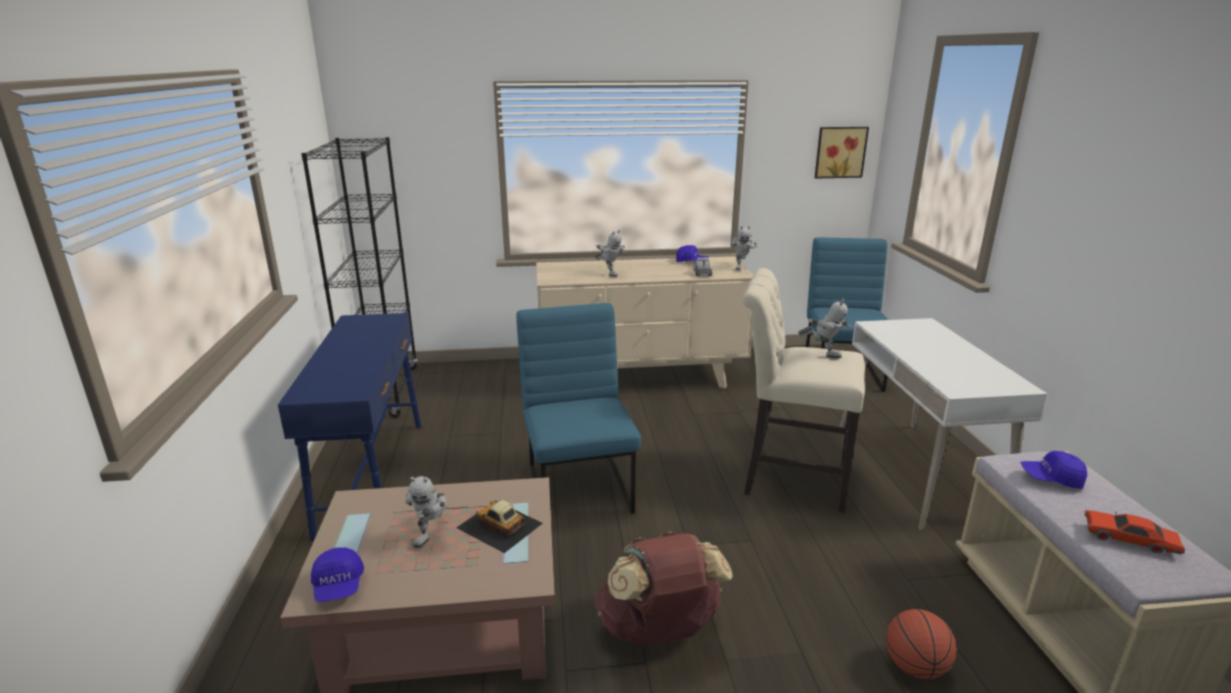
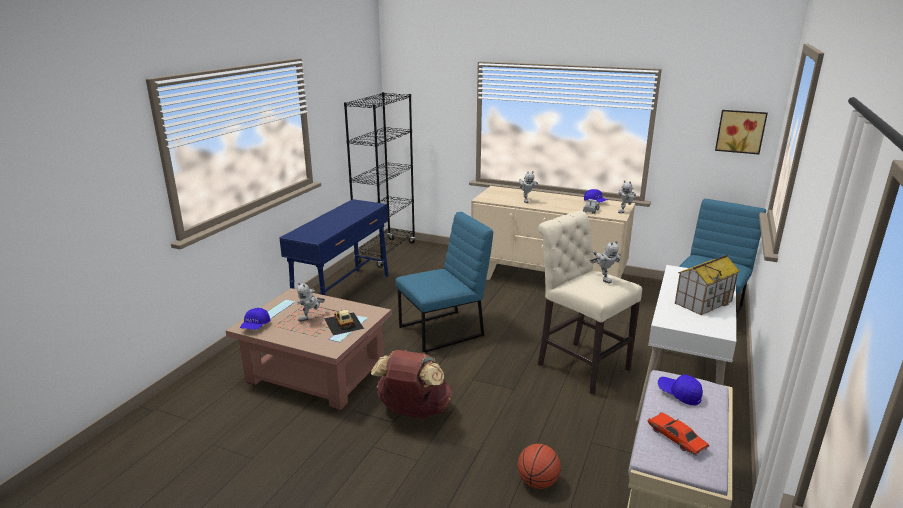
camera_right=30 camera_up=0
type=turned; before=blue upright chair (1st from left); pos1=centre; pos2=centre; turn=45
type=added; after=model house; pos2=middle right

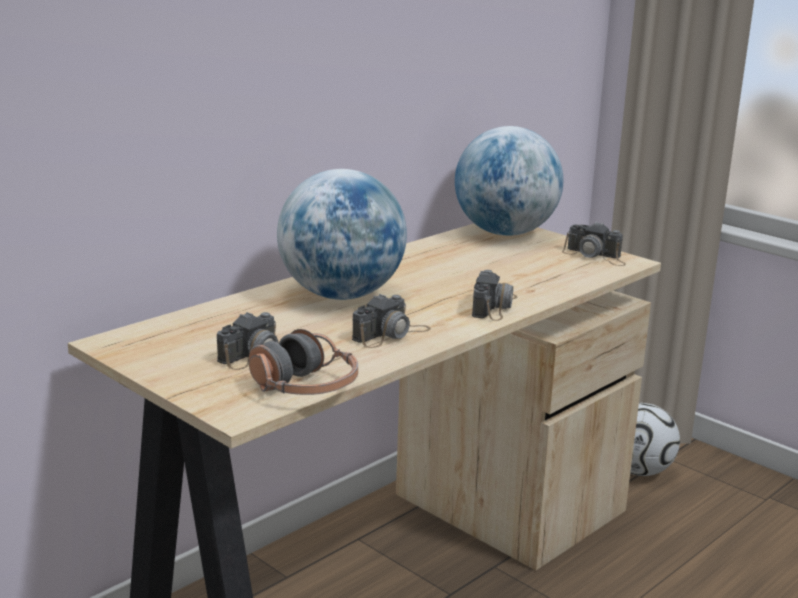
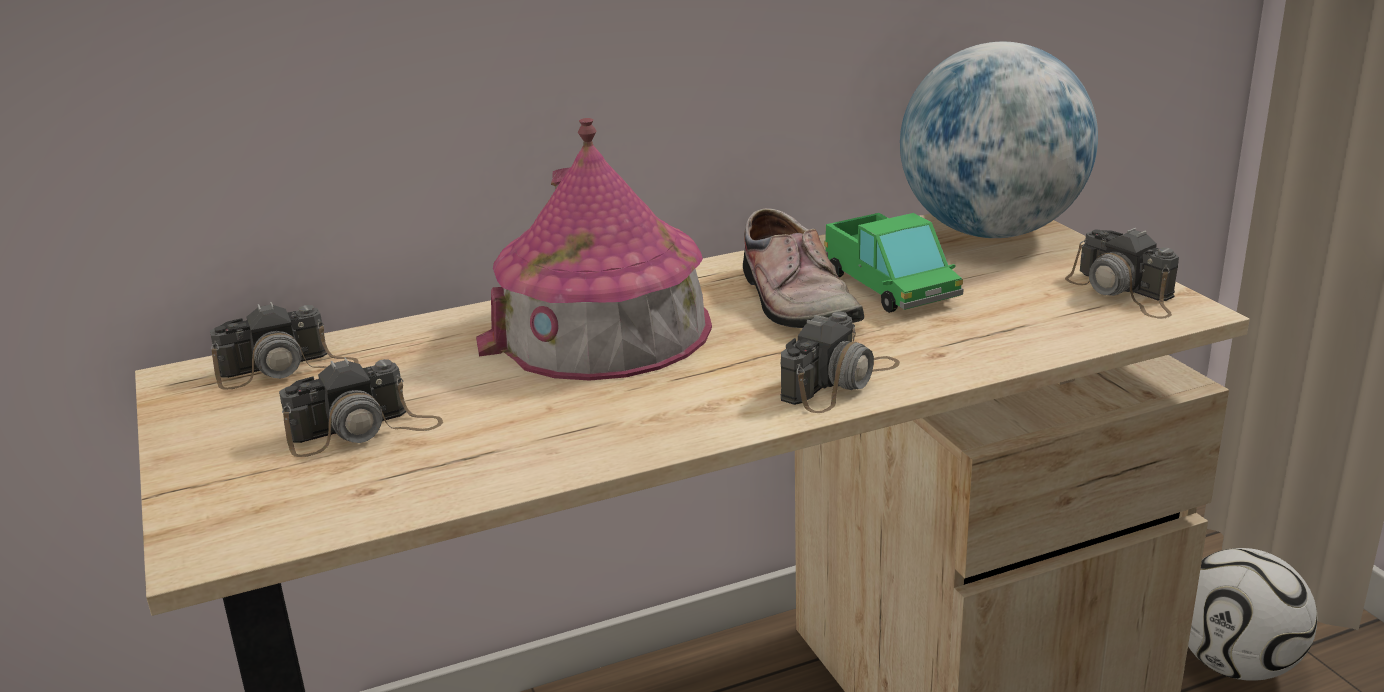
camera_right=25 camera_up=5
type=removed; before=pair of headphones; pos1=centre
type=replaced; before=globe (1st from left); after=model house; pos1=centre; pos2=centre
type=moved; before=photo camera (2nd from left in the first image); after=photo camera (1st from left); pos1=centre; pos2=middle left
type=added; after=low shoe; pos2=centre
type=added; after=toy lorry; pos2=centre

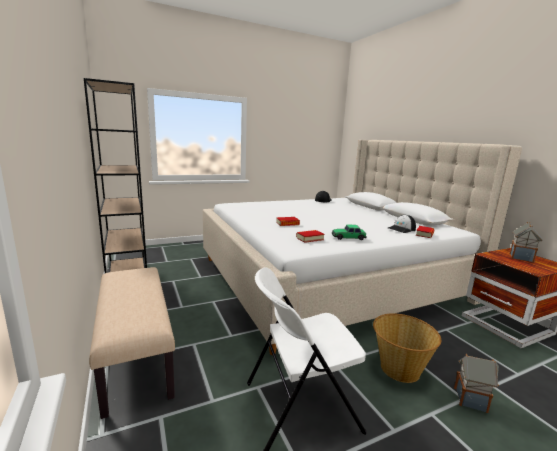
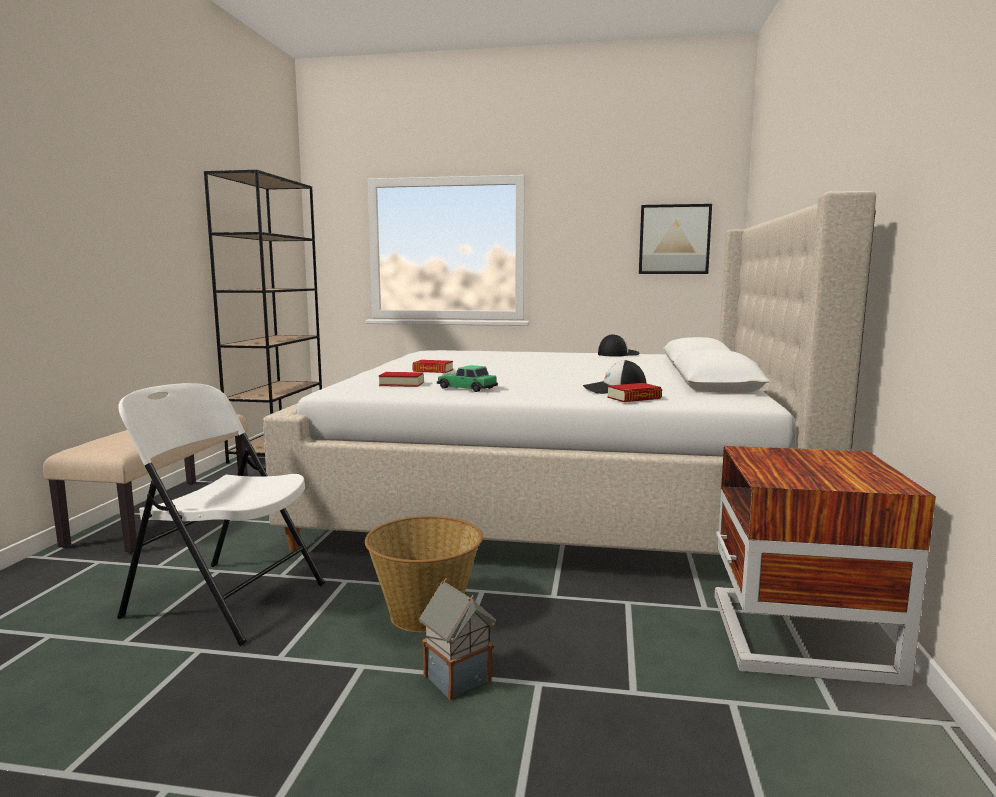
camera_right=35 camera_up=-5
type=removed; before=model house (2nd from left); pos1=middle right
type=added; after=wall picture; pos2=top right

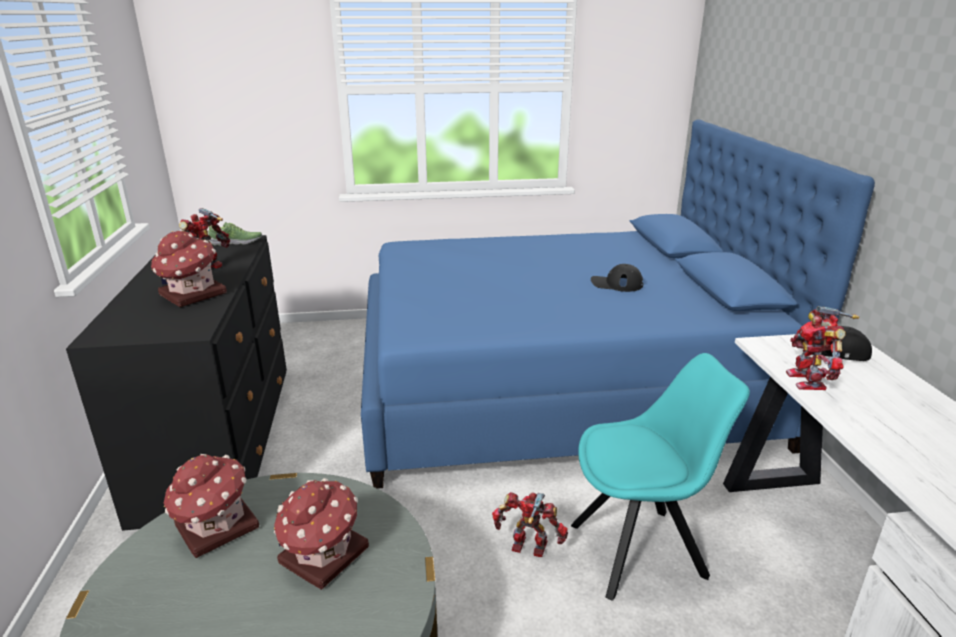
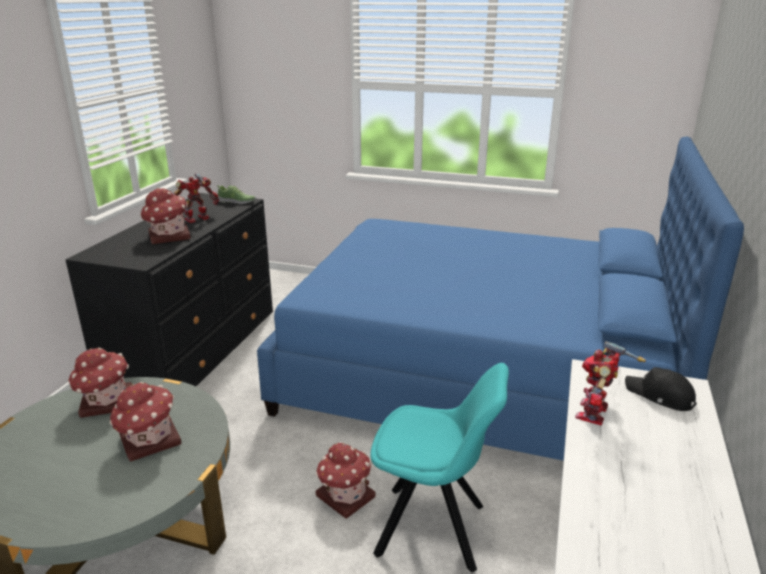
camera_right=25 camera_up=0
type=replaced; before=toy robot (2nd from left); after=model house (4th from left); pos1=bottom centre; pos2=bottom centre
type=removed; before=black-coloured cap (1st from left); pos1=centre

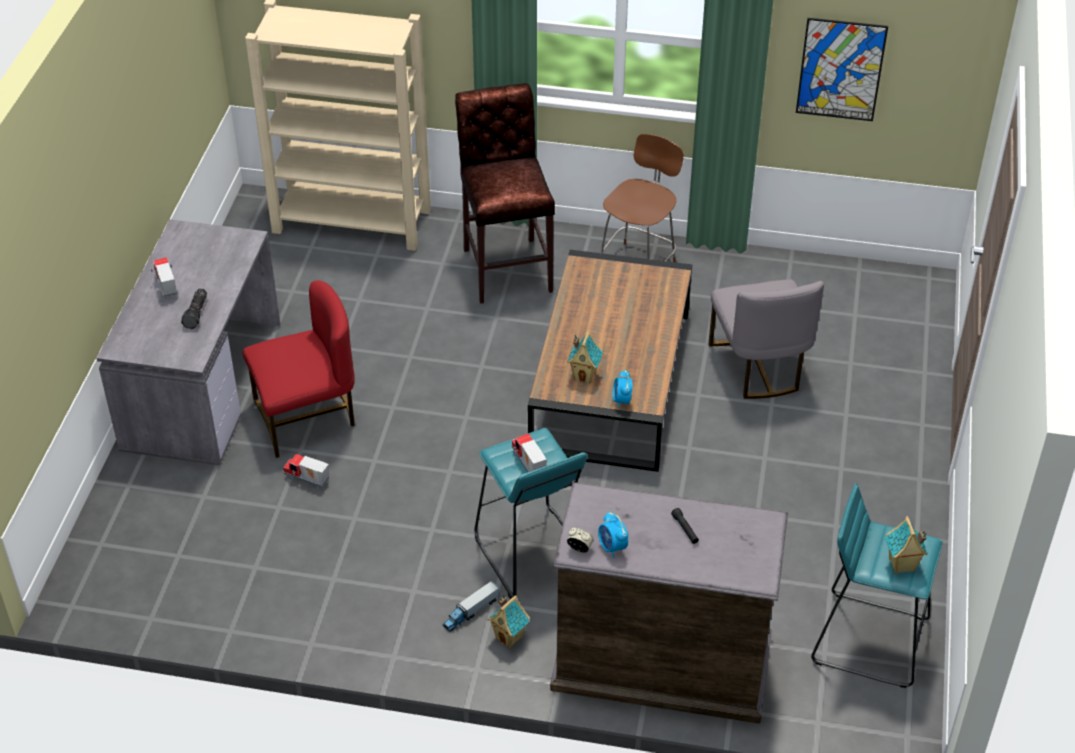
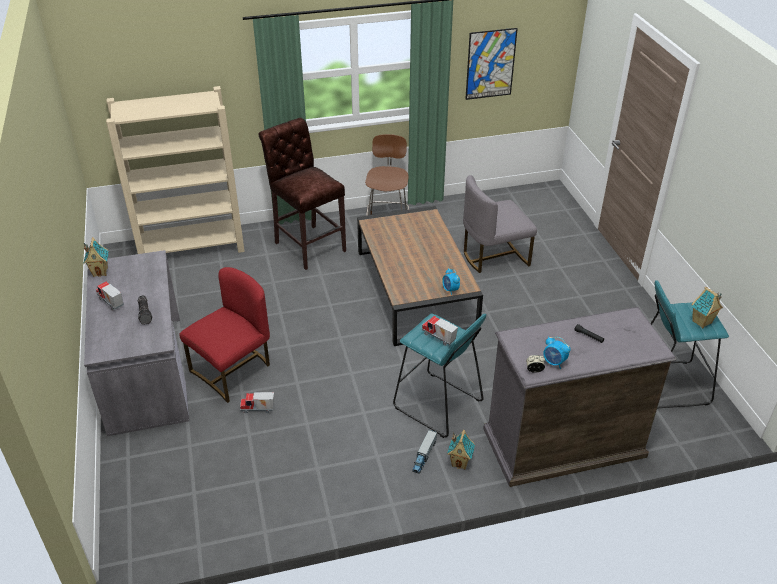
camera_right=-25 camera_up=-5
type=moved; before=model house (2nd from left in the first image); after=model house (1st from left); pos1=centre; pos2=middle left
type=turned; before=grey upright chair; pos1=middle right; pos2=centre; turn=105

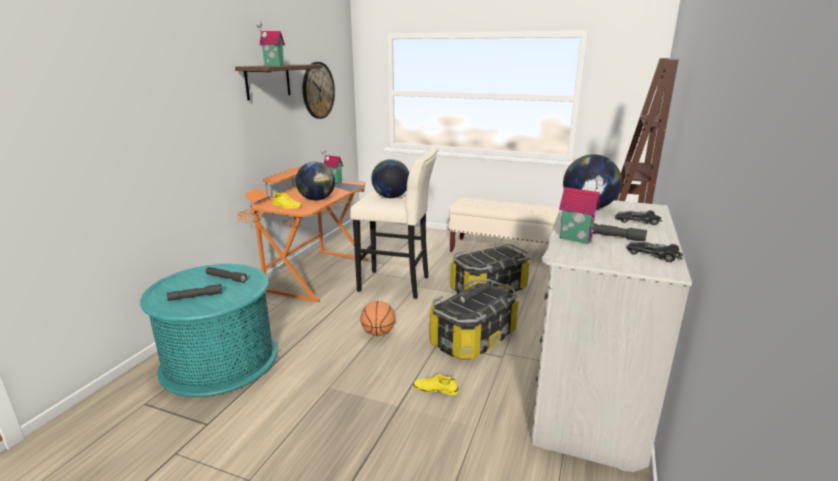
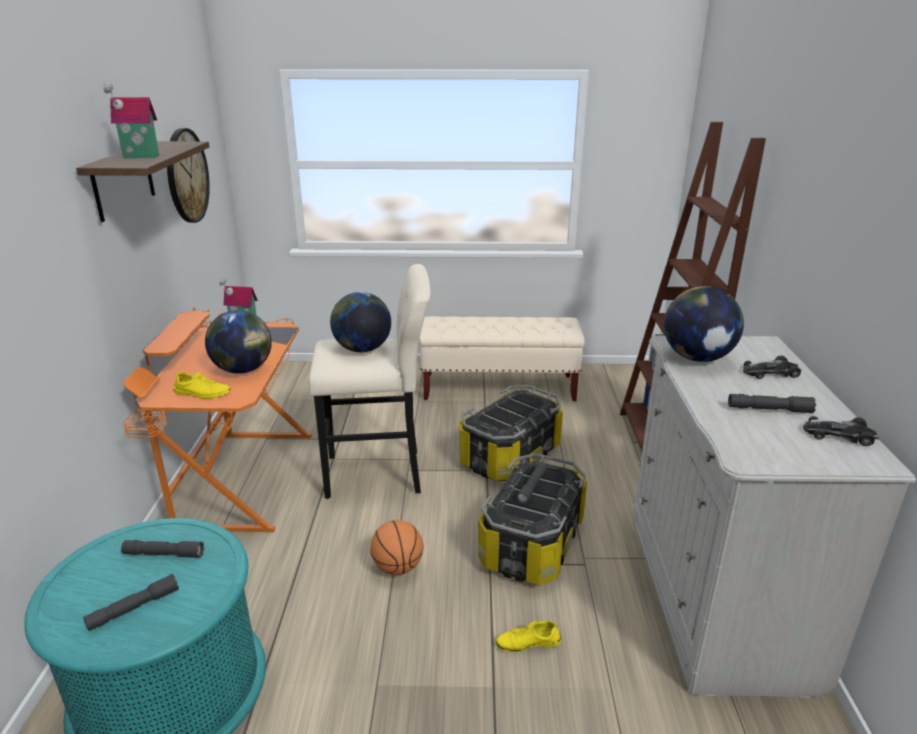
camera_right=-20 camera_up=5
type=removed; before=model house (3rd from left); pos1=middle right

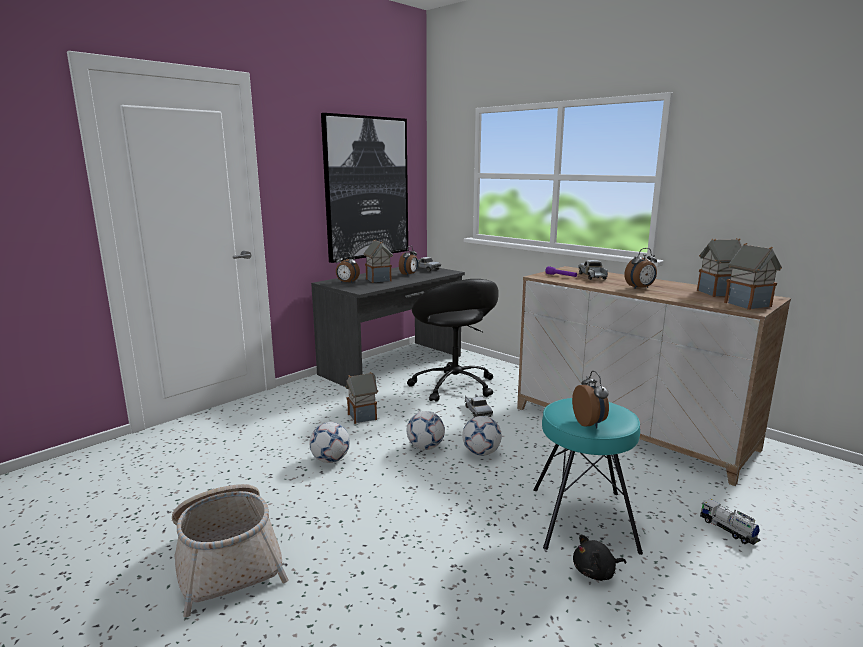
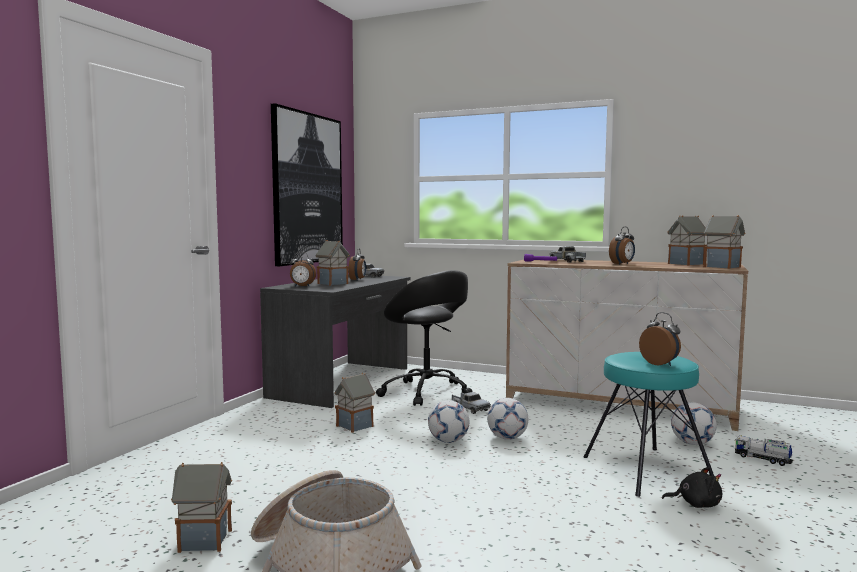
camera_right=-20 camera_up=-10
type=moved; before=football (1st from left in the first image); after=football (3rd from left); pos1=bottom centre; pos2=bottom right
type=turned; before=black-coloured cuddly toy; pos1=bottom right; pos2=bottom right; turn=-135
type=added; after=model house (1st from left); pos2=bottom left

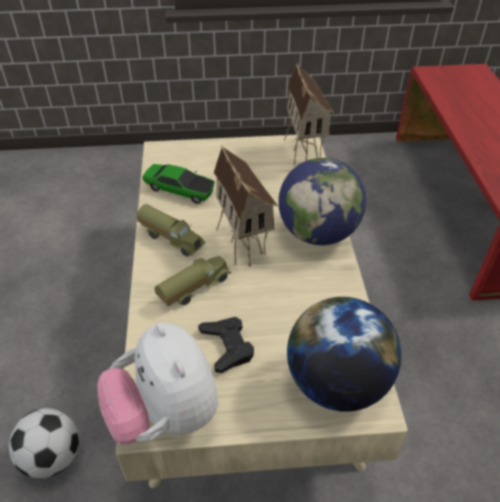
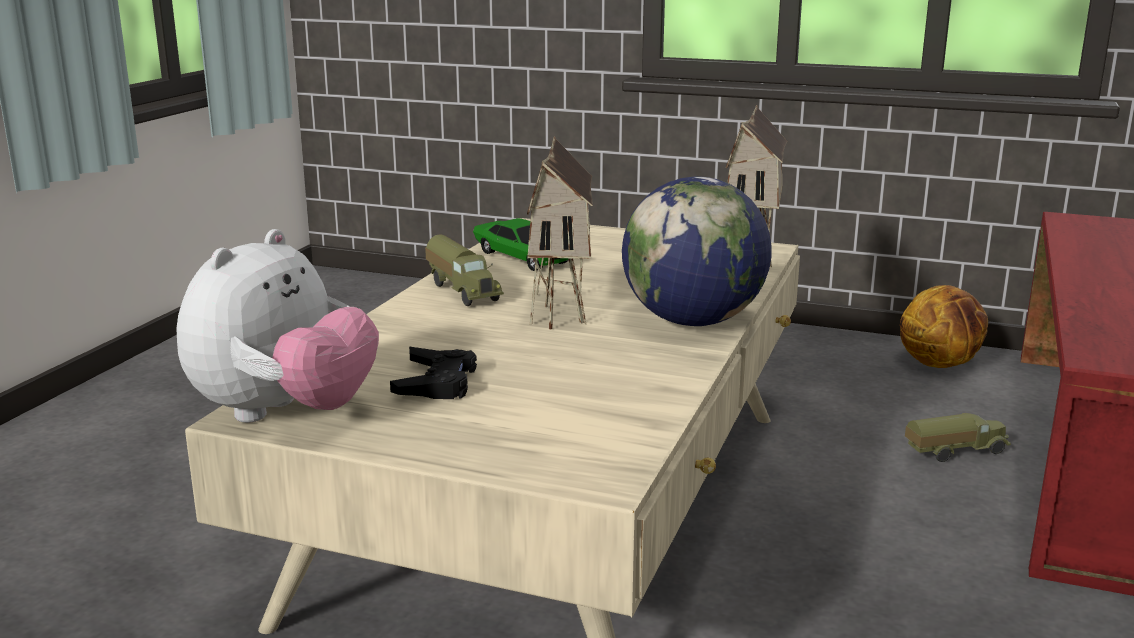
camera_right=25 camera_up=-25
type=removed; before=football; pos1=bottom left
type=turned; before=cuddly toy; pos1=bottom left; pos2=middle left; turn=-150
type=moved; before=toy lorry (2nd from left); pos1=centre; pos2=bottom right
type=removed; before=globe (2nd from left); pos1=bottom right
type=added; after=basketball ball; pos2=middle right

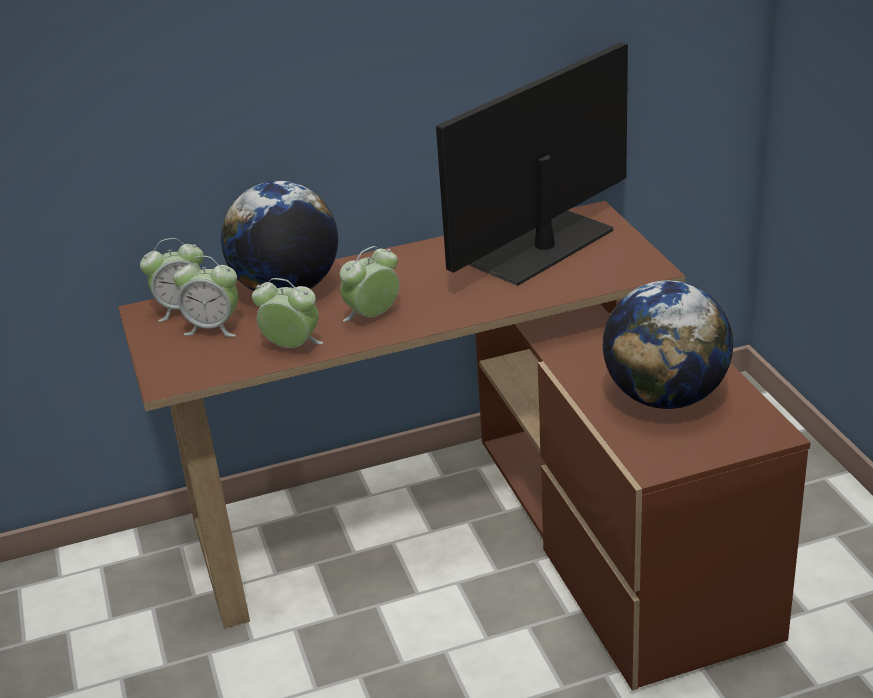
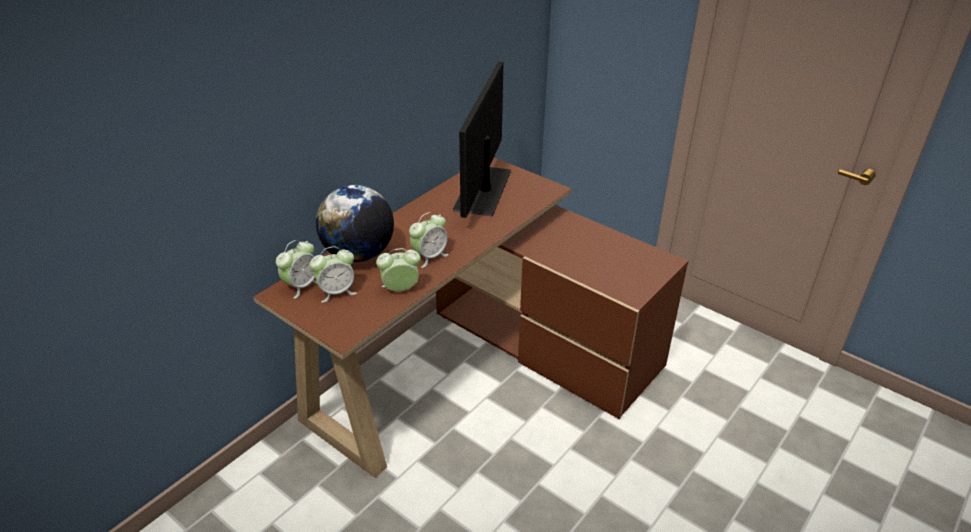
camera_right=-35 camera_up=5
type=turned; before=alarm clock (4th from left); pos1=centre; pos2=centre; turn=-150
type=removed; before=globe (2nd from left); pos1=middle right

